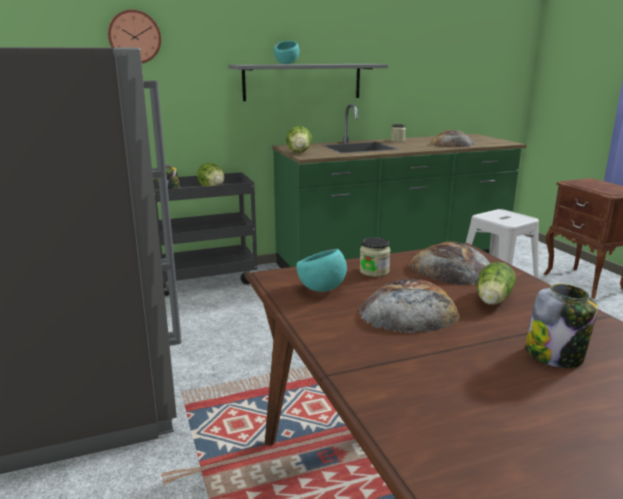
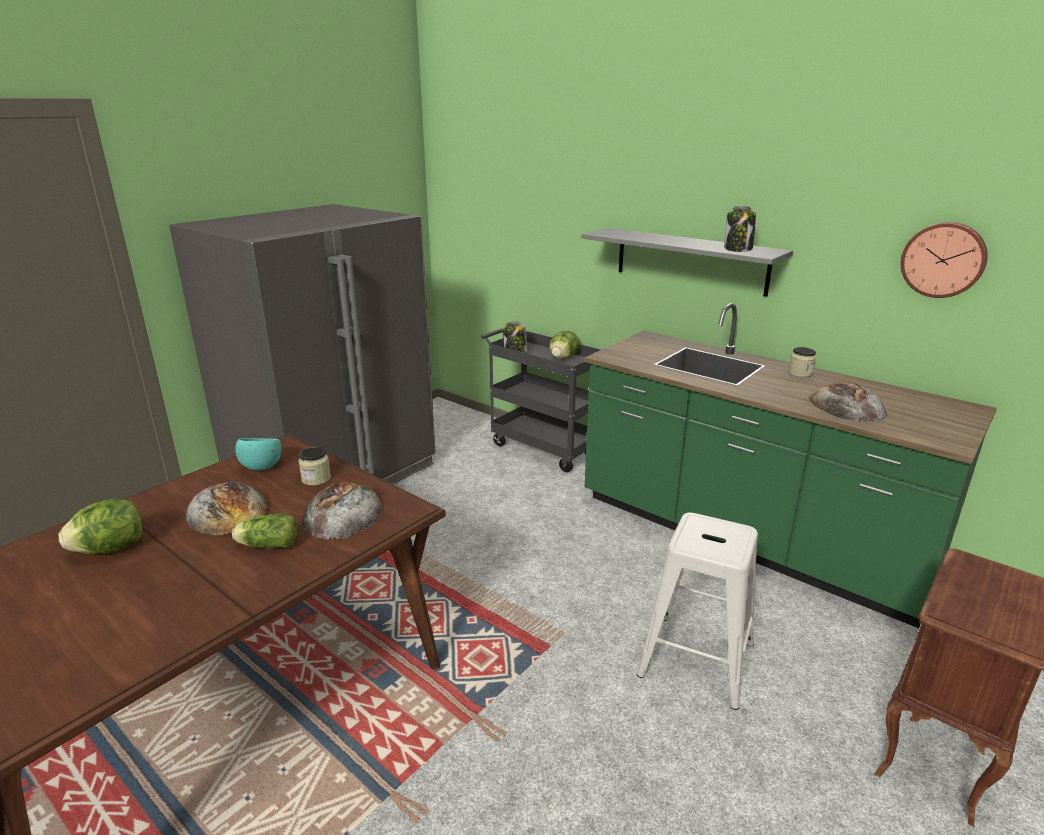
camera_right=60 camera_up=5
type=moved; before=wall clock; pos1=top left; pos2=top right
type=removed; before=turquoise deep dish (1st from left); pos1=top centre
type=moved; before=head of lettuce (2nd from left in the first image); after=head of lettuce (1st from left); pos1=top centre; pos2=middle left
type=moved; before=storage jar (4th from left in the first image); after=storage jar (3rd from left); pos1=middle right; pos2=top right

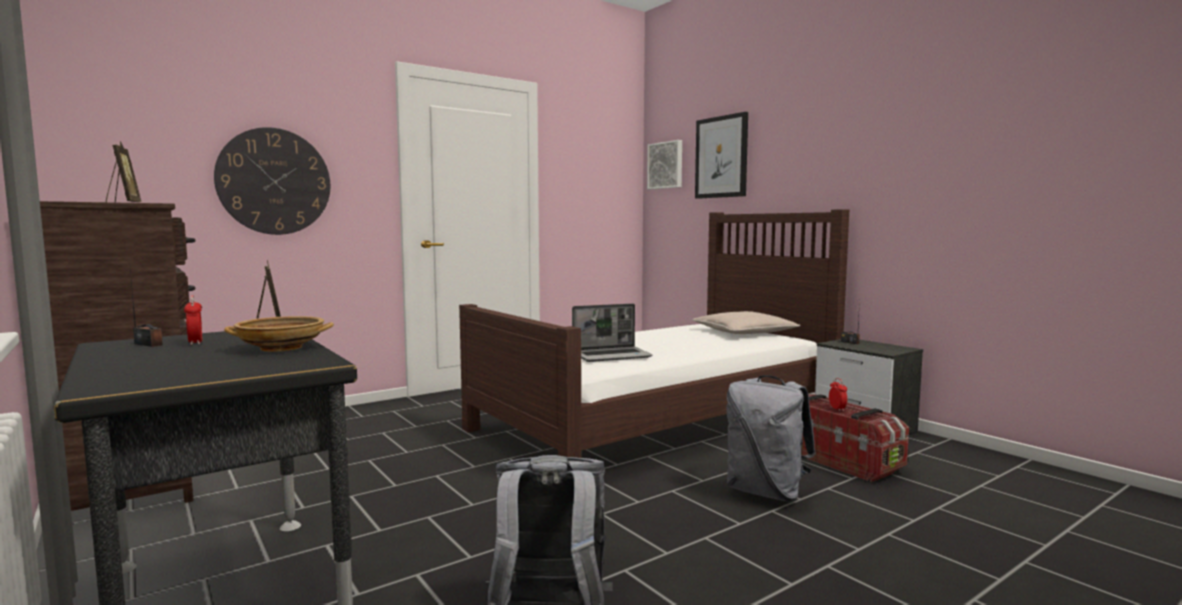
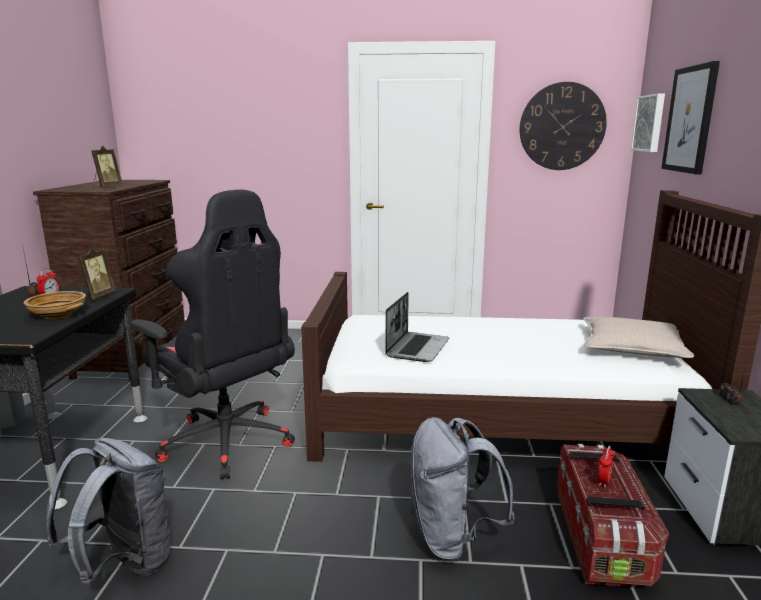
camera_right=40 camera_up=10
type=moved; before=wall clock; pos1=top left; pos2=top right
type=turned; before=laptop; pos1=centre; pos2=centre; turn=-90
type=added; after=black-coloured desk chair; pos2=middle left

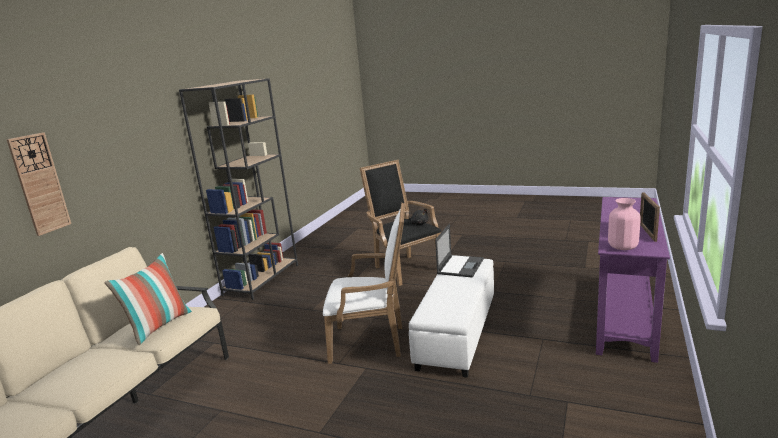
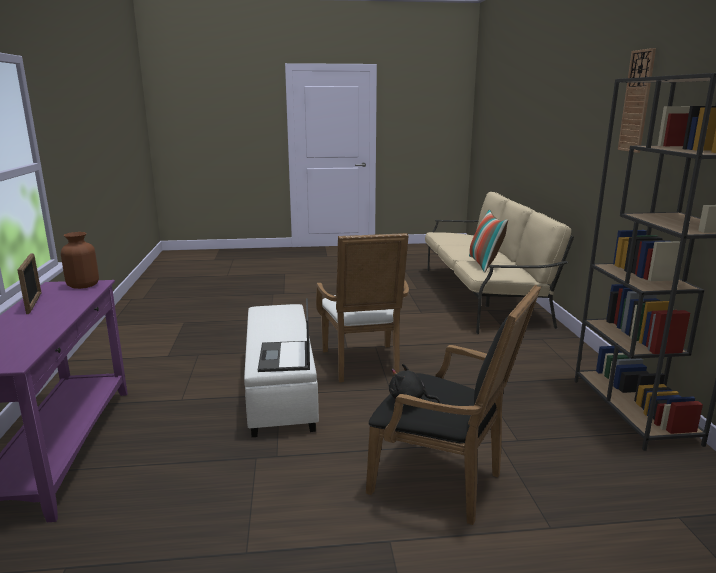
camera_right=150 camera_up=0
type=moved; before=wall clock; pos1=middle left; pos2=top right
type=turned; before=white lounge chair; pos1=centre; pos2=centre; turn=-75
type=recoloured; before=pinkish flower vase; after=brown flower vase; pos1=middle right; pos2=middle left

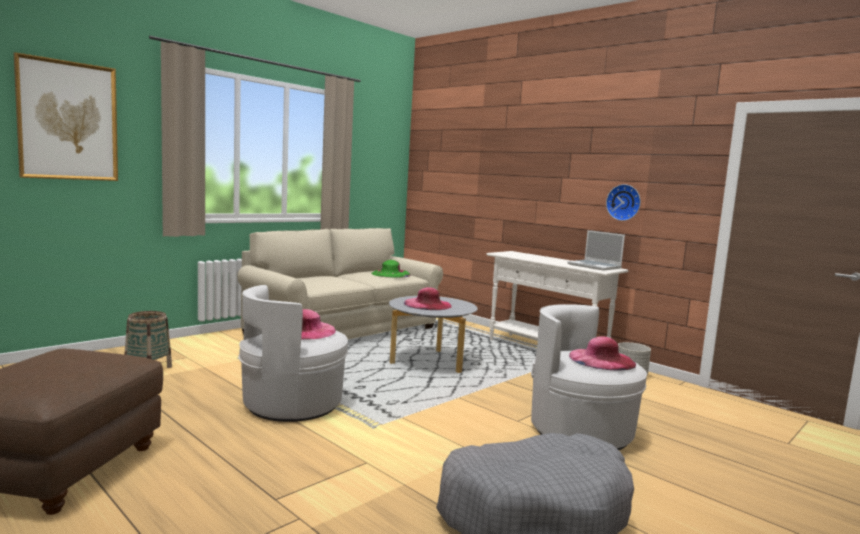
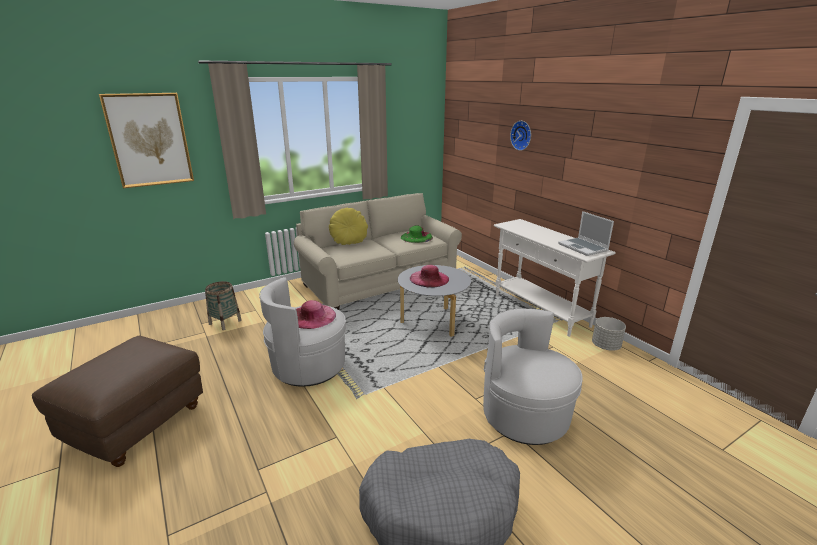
camera_right=15 camera_up=15
type=removed; before=pinkish clothing hat (3rd from left); pos1=middle right
type=moved; before=wall clock; pos1=middle right; pos2=top centre
type=added; after=yellow pillow; pos2=centre

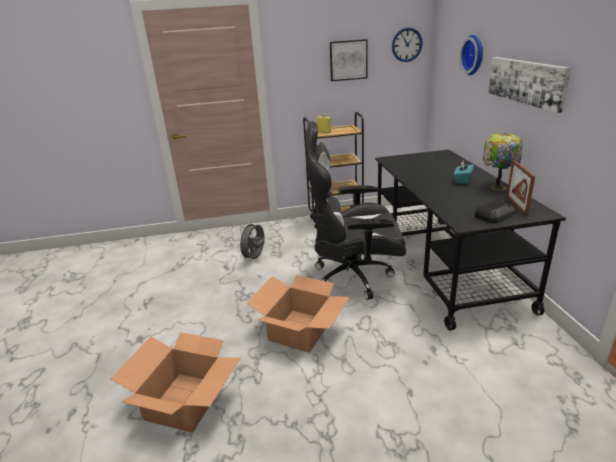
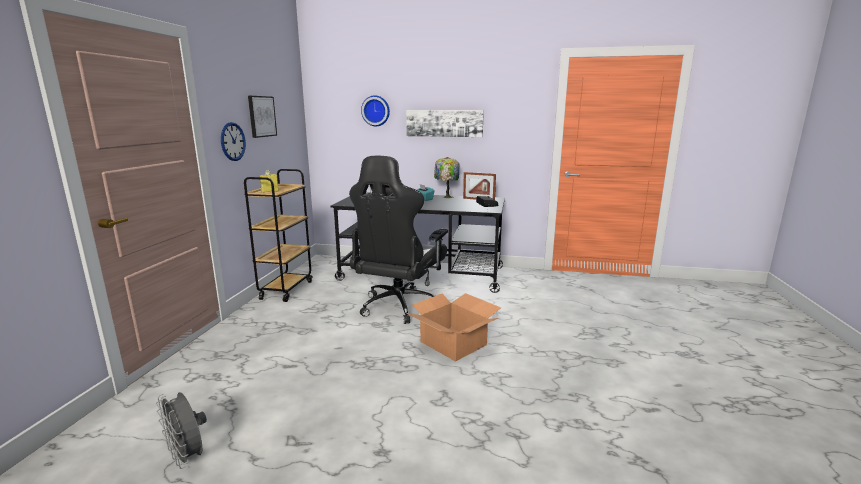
camera_right=-70 camera_up=-10
type=removed; before=cardboard box (1st from left); pos1=bottom left
type=moved; before=grey cooling fan; pos1=centre; pos2=bottom left
type=moved; before=wall clock (1st from left); pos1=top centre; pos2=top left

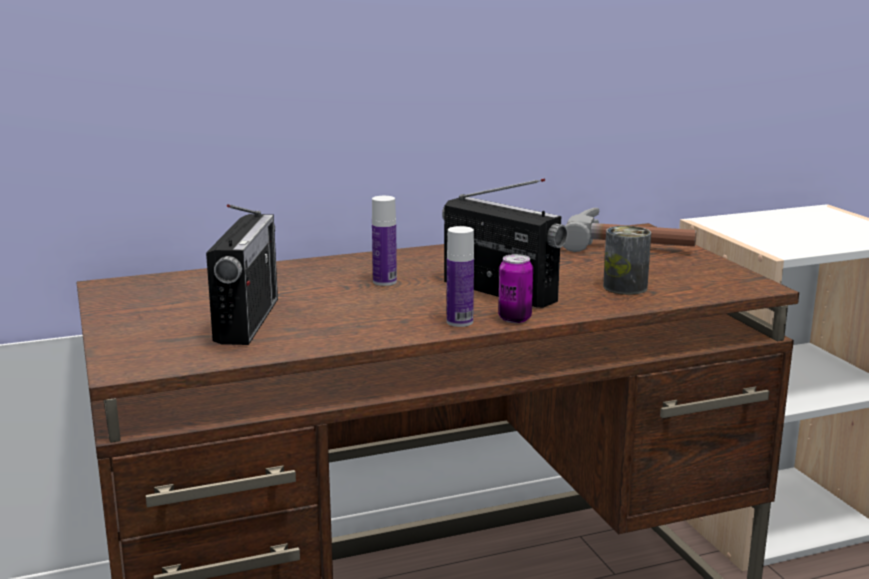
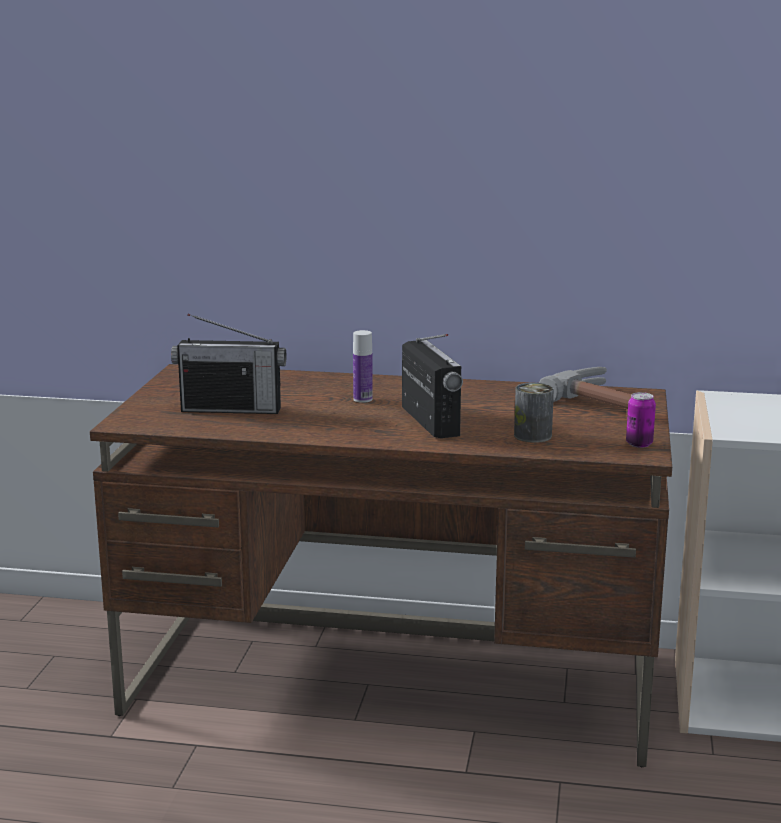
camera_right=30 camera_up=0
type=turned; before=radio set (1st from left); pos1=middle left; pos2=middle left; turn=60
type=removed; before=beverage bottle (2nd from left); pos1=centre
type=moved; before=sealed can (1st from left in the first image); after=sealed can (2nd from left); pos1=centre; pos2=middle right

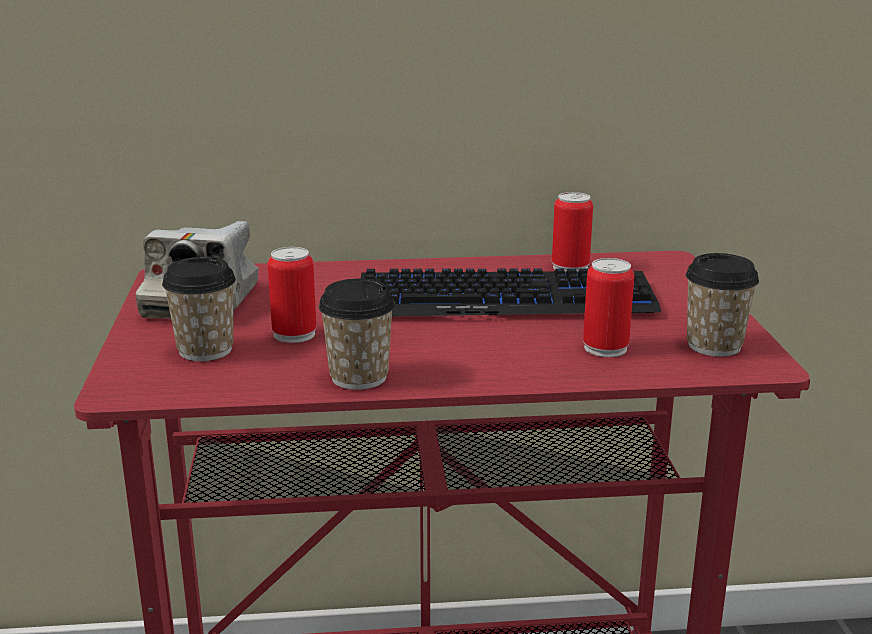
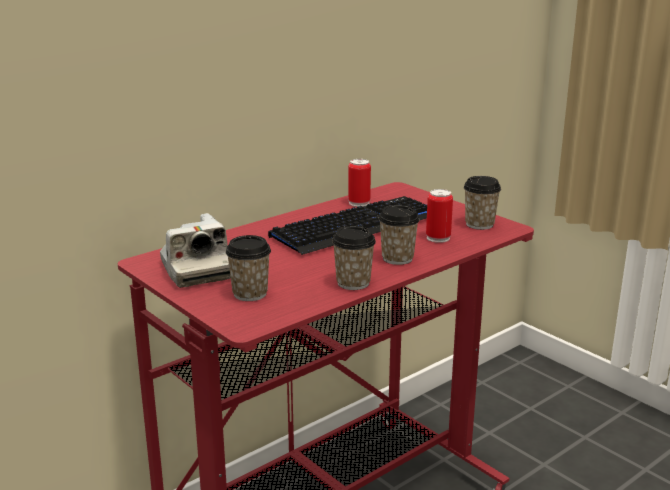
camera_right=-35 camera_up=0
type=removed; before=sealed can (1st from left); pos1=centre
type=added; after=drinking cup (3rd from left); pos2=centre

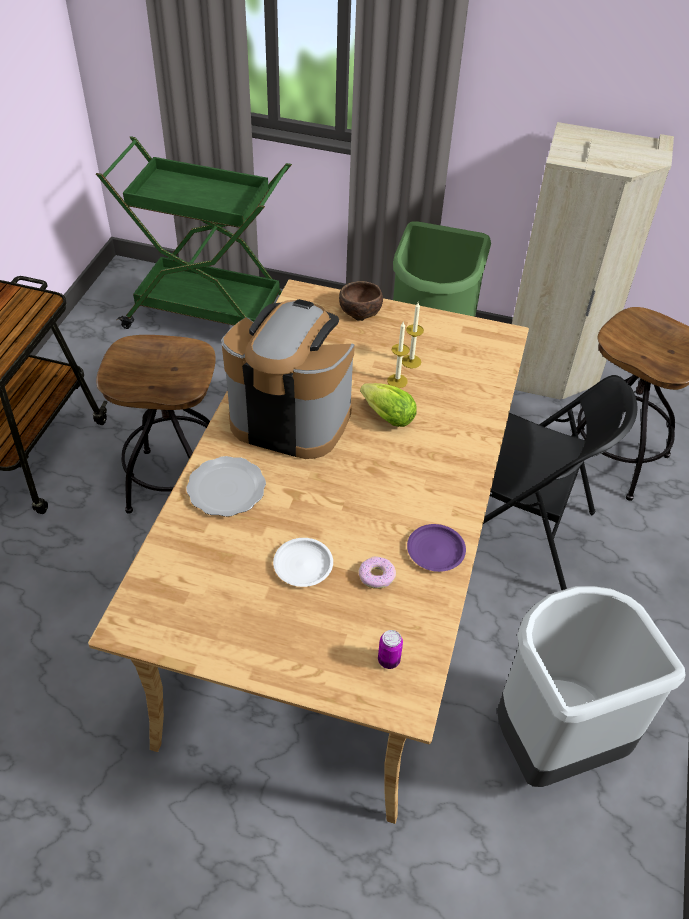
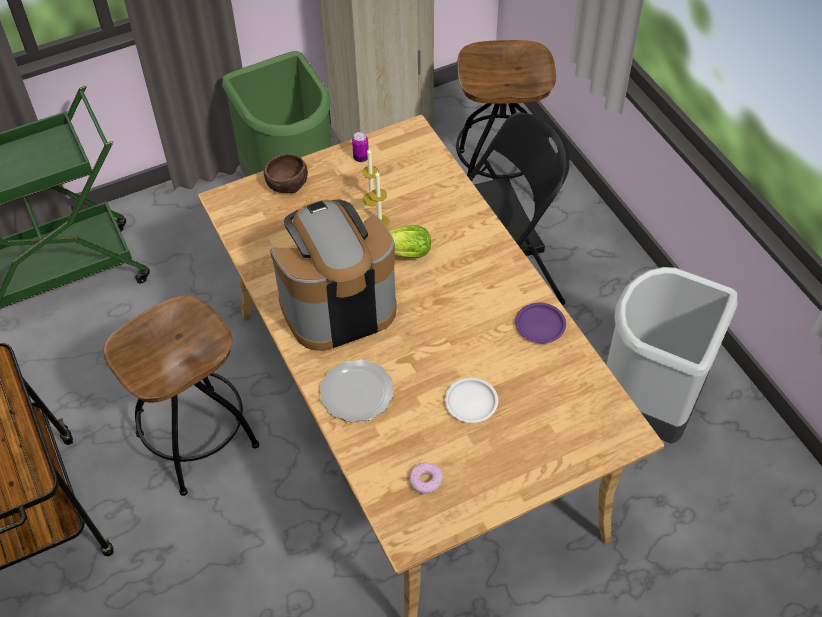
camera_right=-40 camera_up=5
type=moved; before=ring doughnut; pos1=centre; pos2=bottom centre
type=moved; before=sealed can; pos1=bottom centre; pos2=top centre

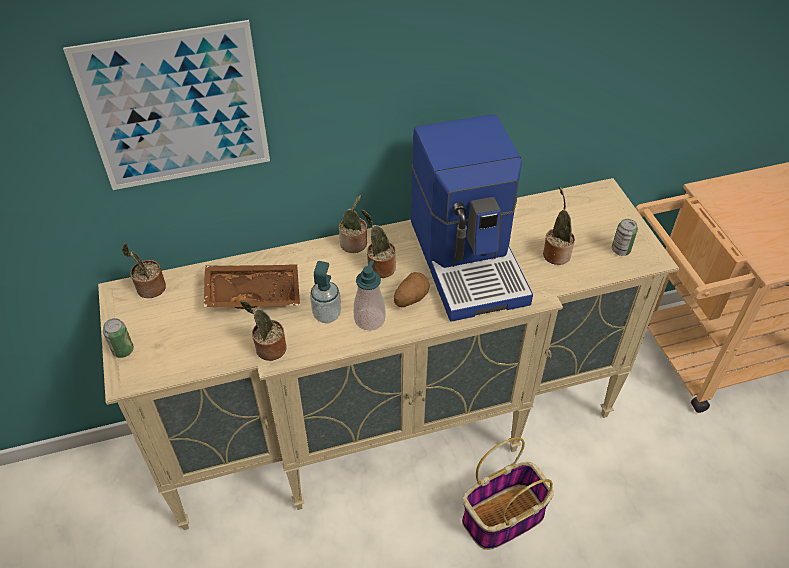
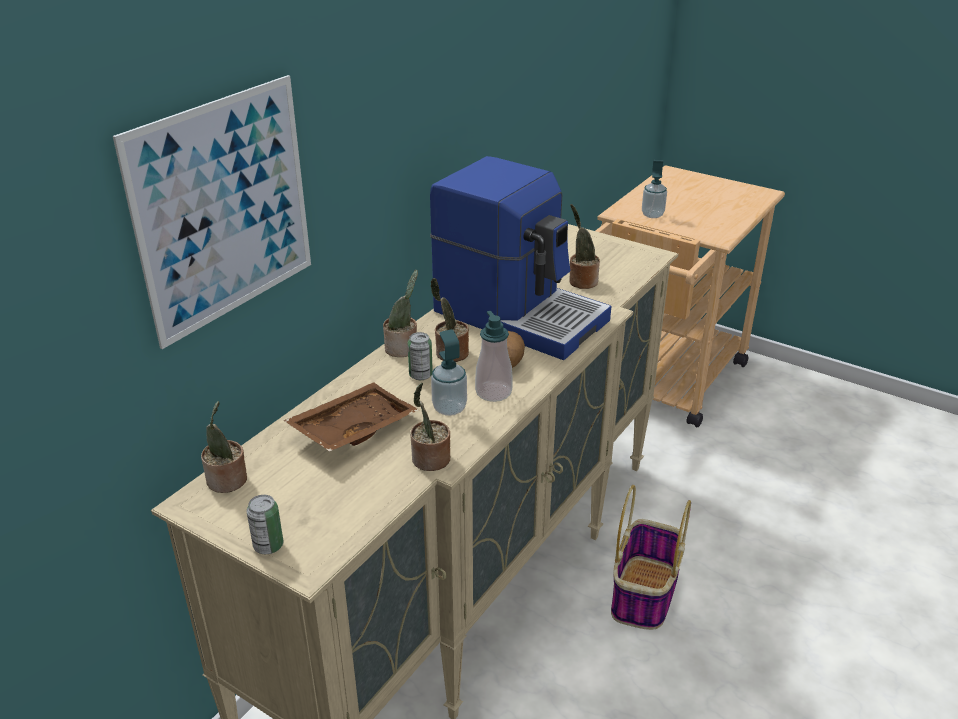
camera_right=-40 camera_up=-15
type=moved; before=sealed can (2nd from left); pos1=middle right; pos2=centre
type=added; after=liquid soap bottle (3rd from left); pos2=top right

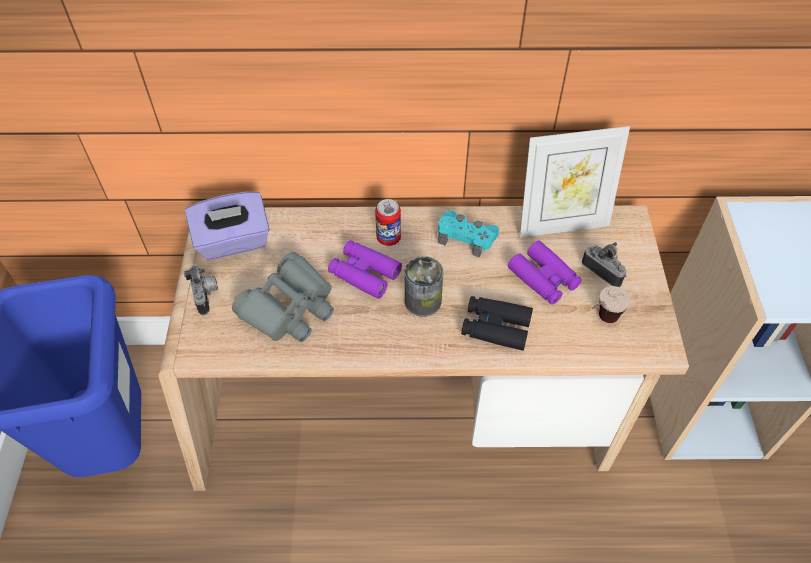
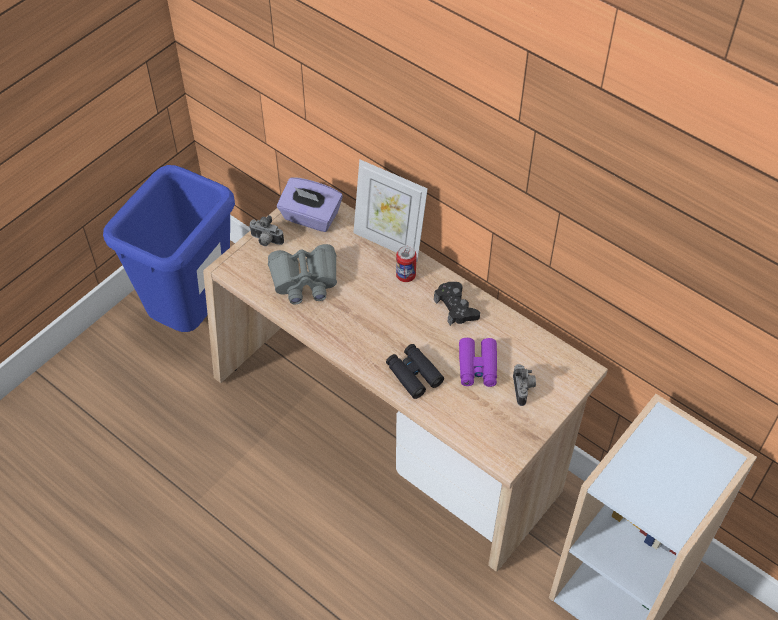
camera_right=40 camera_up=0
type=turned; before=photo camera (1st from left); pos1=middle left; pos2=centre; turn=90
type=removed; before=purple-coloured binoculars (1st from left); pos1=centre
type=removed; before=sealed can (2nd from left); pos1=centre
type=recoloured; before=turquoise joypad; after=black-coloured joypad; pos1=centre; pos2=centre
type=moved; before=standing frame; pos1=top right; pos2=centre
type=removed; before=drinking cup; pos1=middle right

